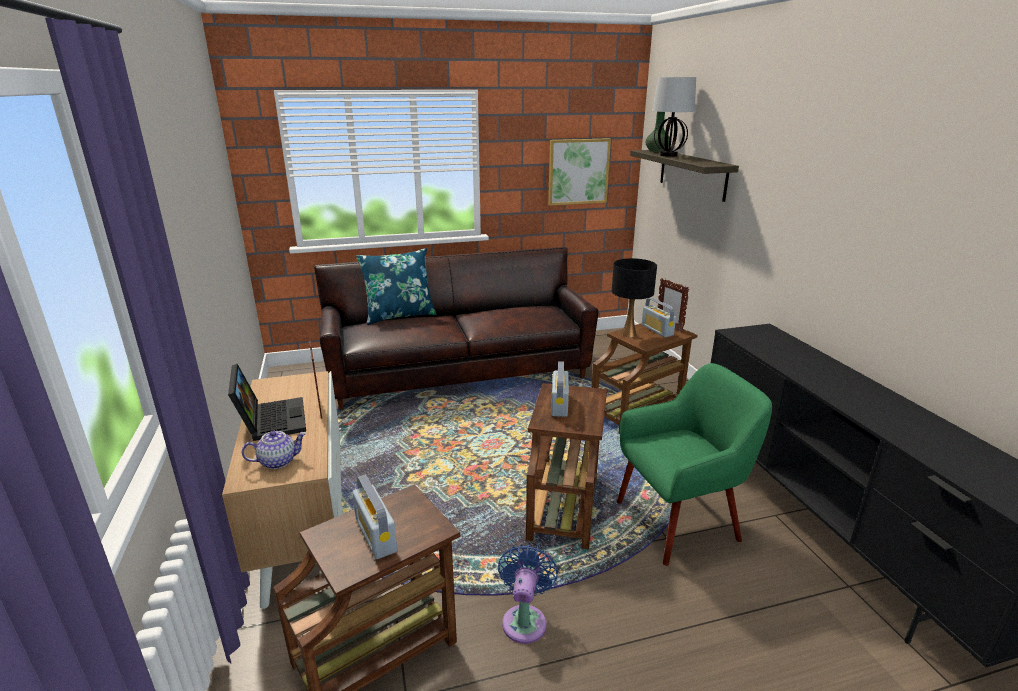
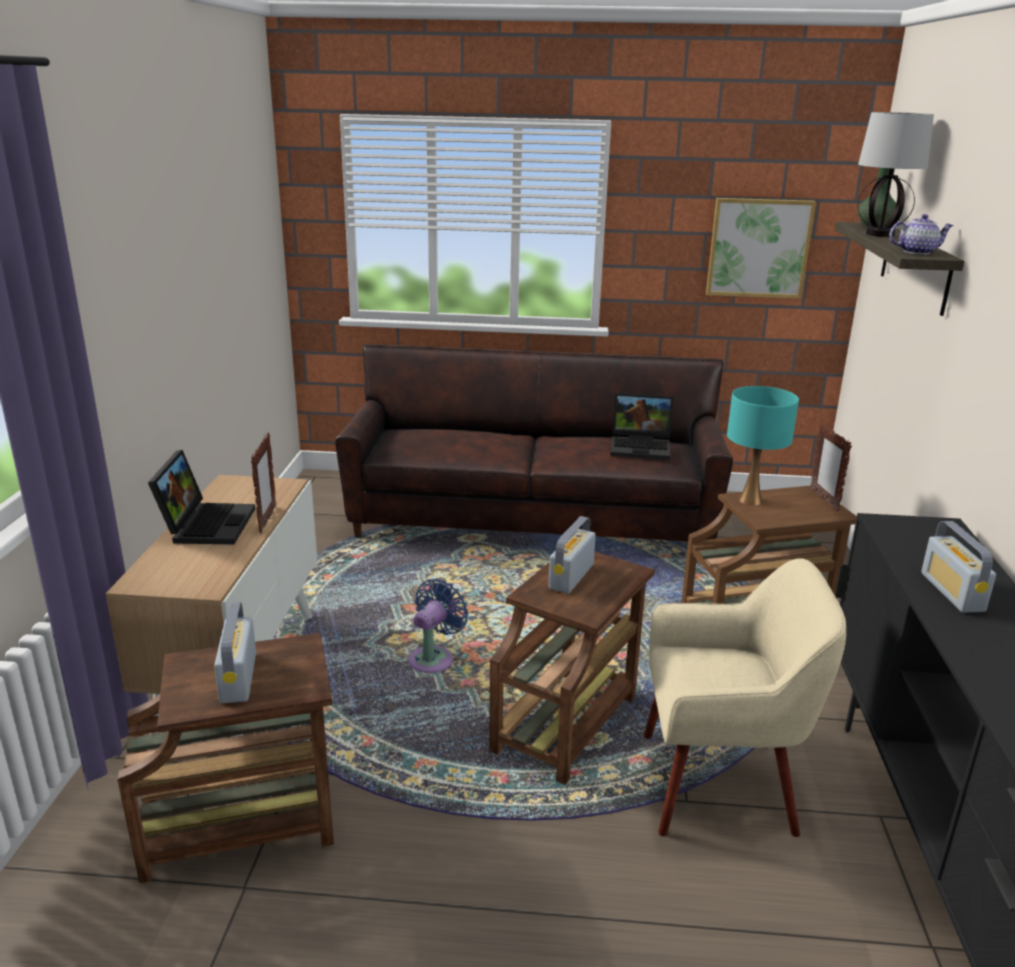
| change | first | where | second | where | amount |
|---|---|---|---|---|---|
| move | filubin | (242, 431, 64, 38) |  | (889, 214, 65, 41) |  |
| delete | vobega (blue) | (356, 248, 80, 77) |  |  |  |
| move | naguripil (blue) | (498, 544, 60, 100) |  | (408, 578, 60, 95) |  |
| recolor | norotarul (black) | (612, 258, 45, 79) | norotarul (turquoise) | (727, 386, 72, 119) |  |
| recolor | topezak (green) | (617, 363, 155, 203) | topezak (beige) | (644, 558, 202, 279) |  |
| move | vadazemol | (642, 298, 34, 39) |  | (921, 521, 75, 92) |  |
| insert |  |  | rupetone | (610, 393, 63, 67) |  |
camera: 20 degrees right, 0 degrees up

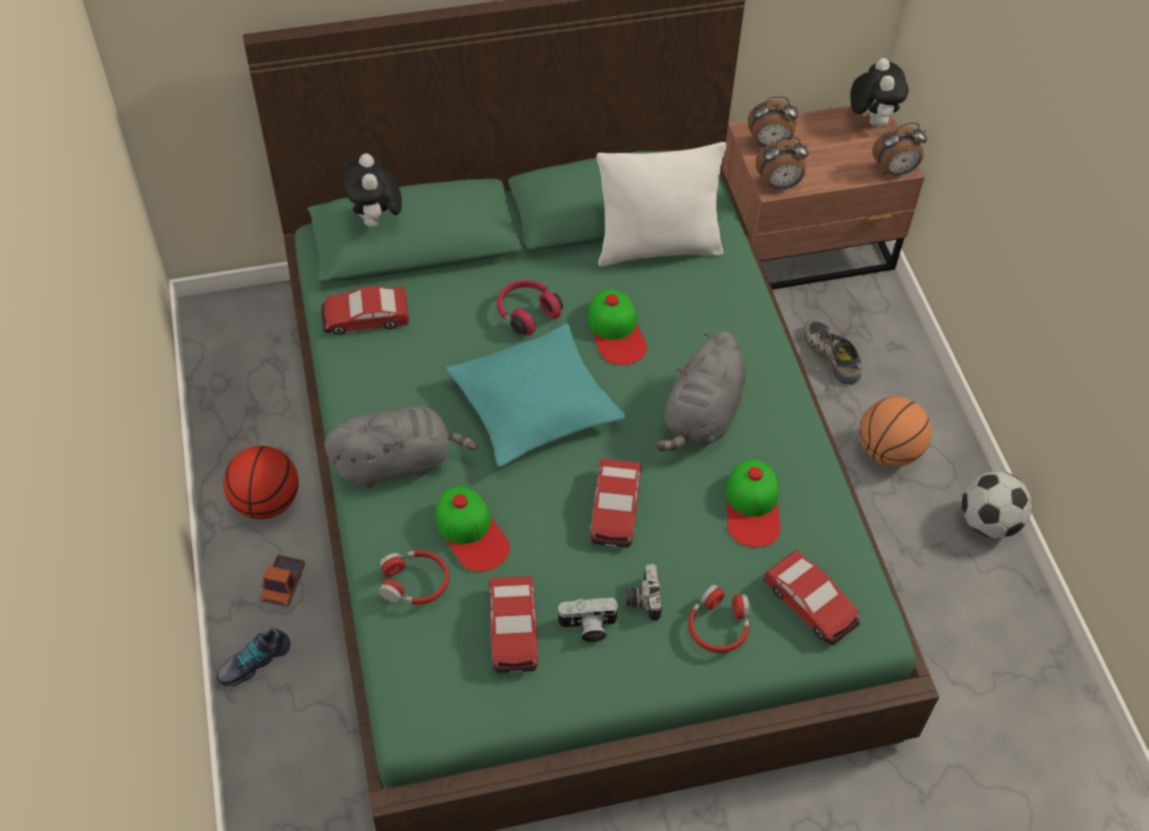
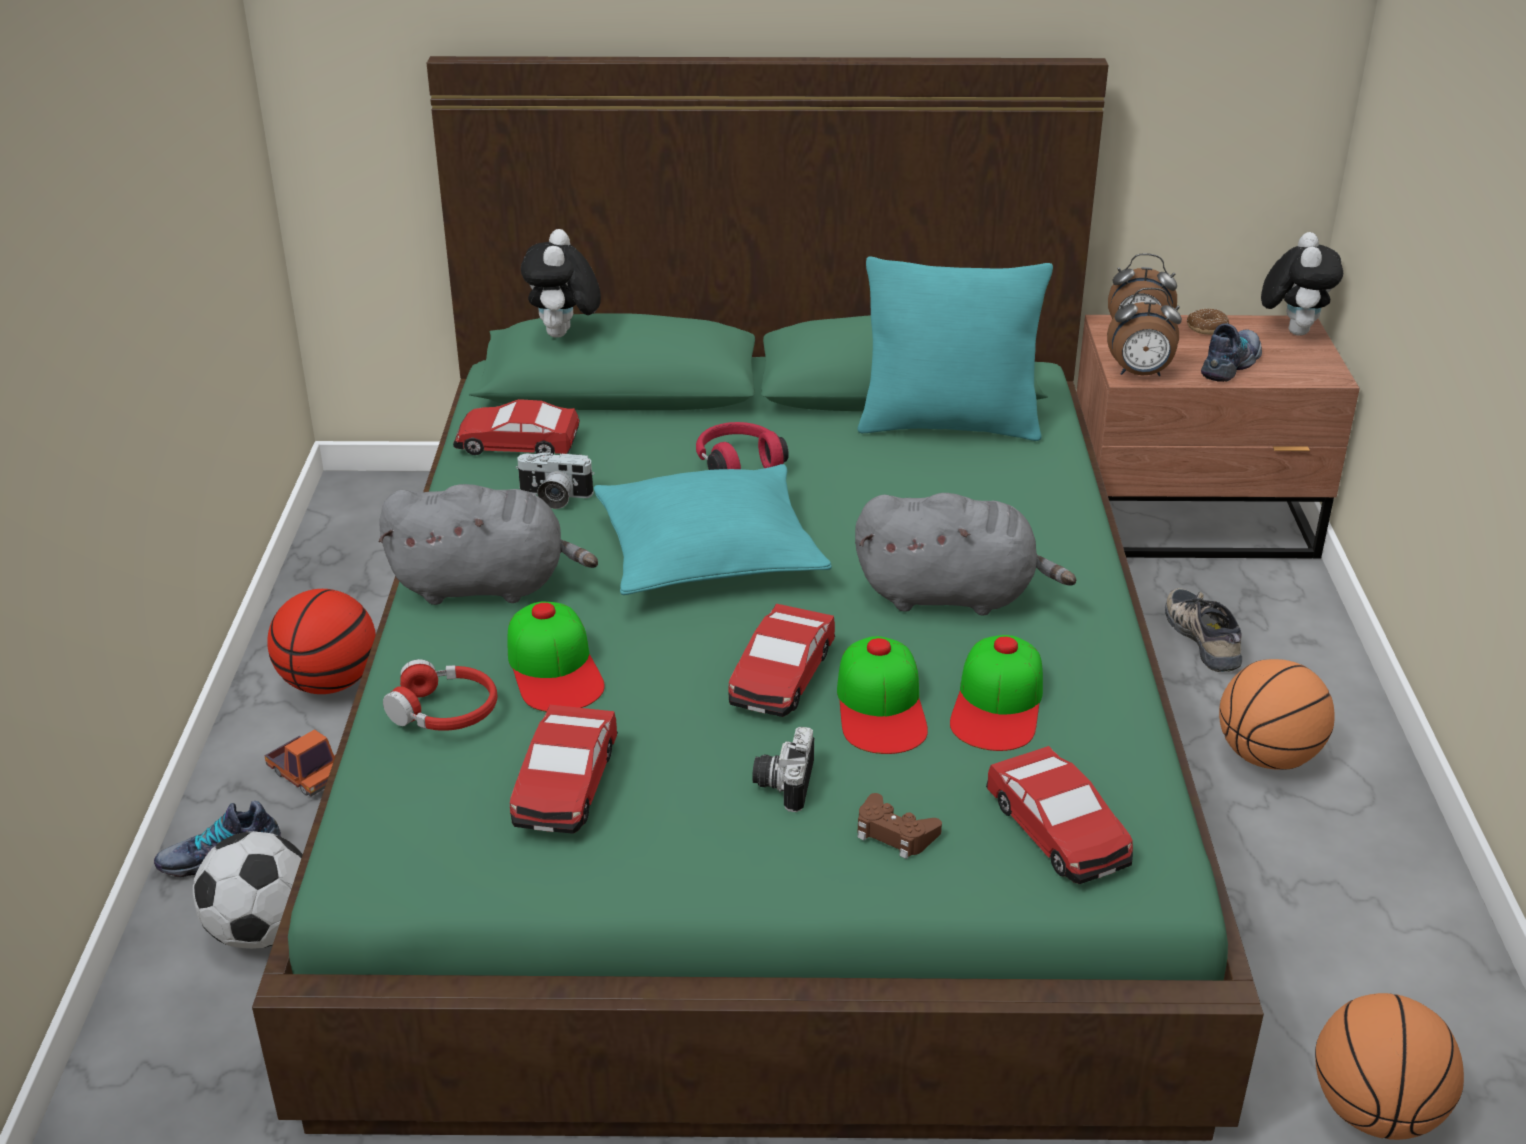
| change | first | where | second | where | amount |
|---|---|---|---|---|---|
| rotate | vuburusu | (260, 555, 45, 52) |  | (264, 729, 72, 68) | 75 degrees counterclockwise |
| move | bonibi | (556, 597, 64, 46) |  | (516, 452, 79, 57) |  |
| move | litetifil | (588, 289, 59, 76) |  | (837, 636, 91, 118) |  |
| recolor | vobega (white) | (597, 142, 130, 125) | vobega (turquoise) | (858, 256, 195, 185) |  |
| rotate | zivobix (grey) | (656, 331, 90, 120) |  | (855, 493, 221, 122) | 120 degrees counterclockwise |
| replace | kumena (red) | (688, 584, 62, 69) | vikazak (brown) | (857, 793, 85, 66) |  |
| delete | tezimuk | (872, 123, 55, 53) |  |  |  |
| move | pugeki | (962, 472, 70, 66) |  | (193, 831, 110, 118) |  |
| insert |  |  | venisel | (1187, 309, 42, 26) |  |
| insert |  |  | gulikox | (1201, 323, 61, 59) |  |
| insert |  |  | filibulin | (1315, 993, 149, 147) |  |
camera: 15 degrees right, 20 degrees down

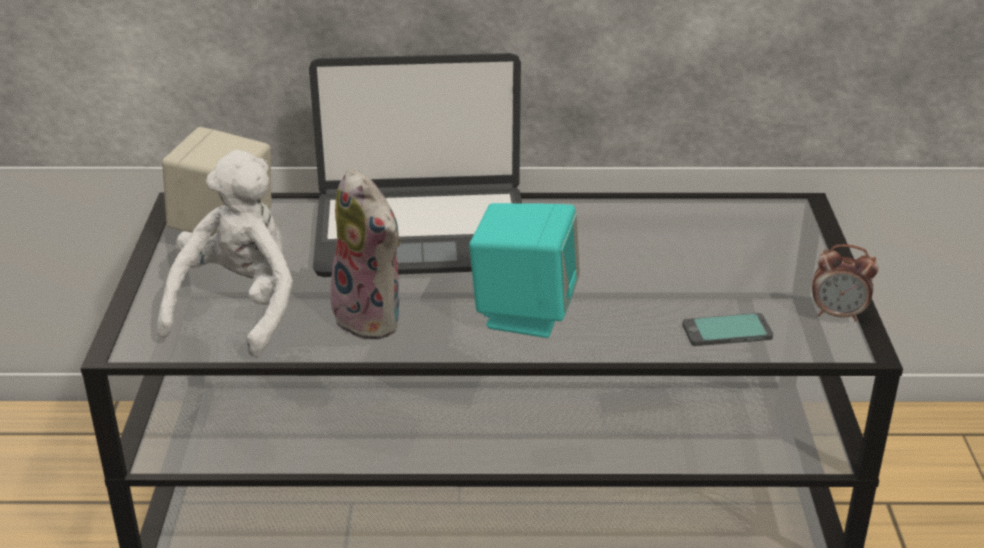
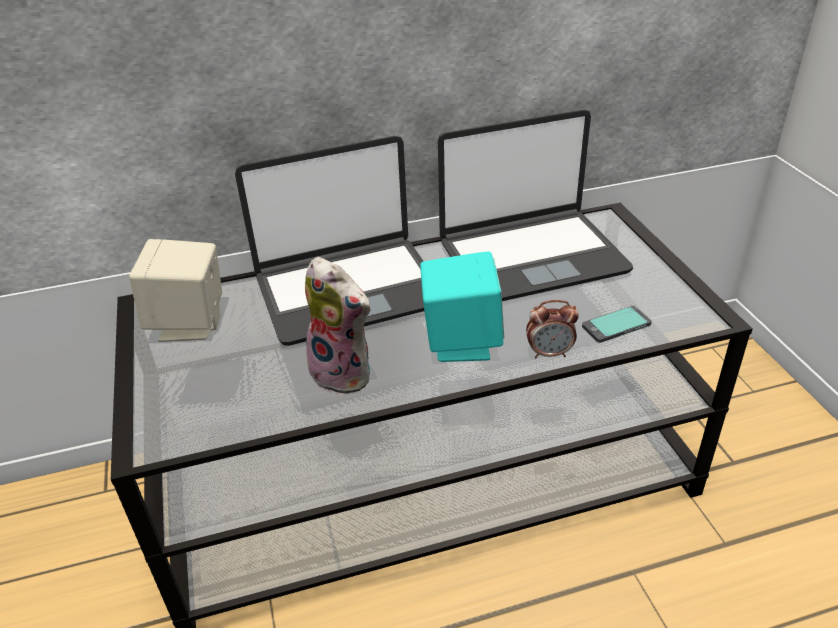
| change | first | where | second | where | amount |
|---|---|---|---|---|---|
| delete | zivobix (white) | (157, 150, 136, 208) |  |  |  |
| move | tezimuk | (812, 244, 67, 78) |  | (526, 300, 53, 58) |  |
| insert |  |  | rupetone | (438, 110, 195, 191) |  |
camera: 15 degrees left, 5 degrees up

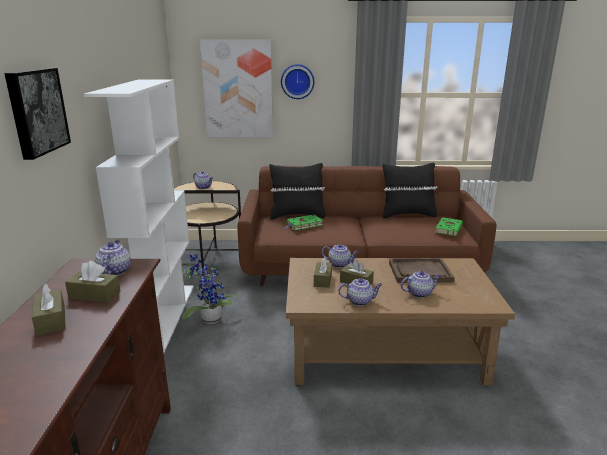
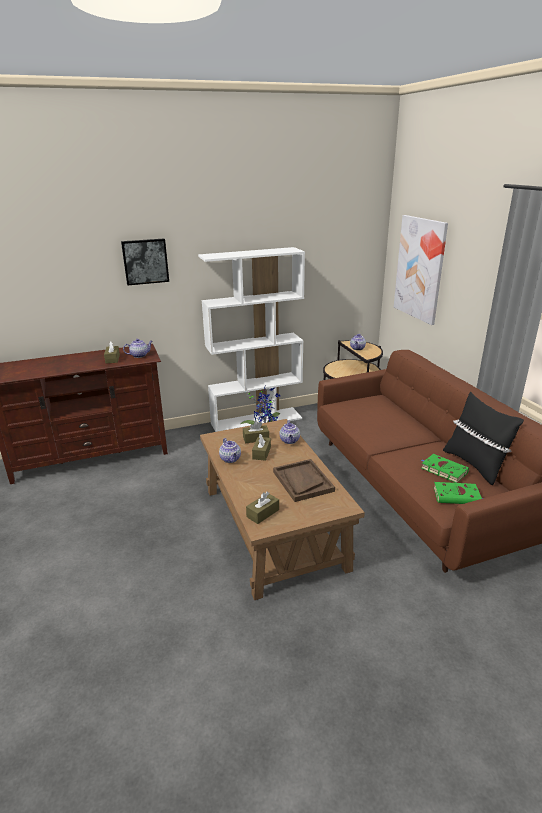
| change | first | where | second | where | amount |
|---|---|---|---|---|---|
| move | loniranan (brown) | (32, 284, 33, 52) |  | (246, 492, 33, 32) |  |
| delete | vobega (black) | (269, 163, 57, 56) |  |  |  |
| delete | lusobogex | (281, 64, 33, 35) |  |  |  |
| move | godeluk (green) | (284, 215, 39, 15) |  | (421, 454, 48, 29) |  |
| delete | filubin | (401, 271, 40, 27) |  |  |  |
camera: 70 degrees right, 5 degrees up

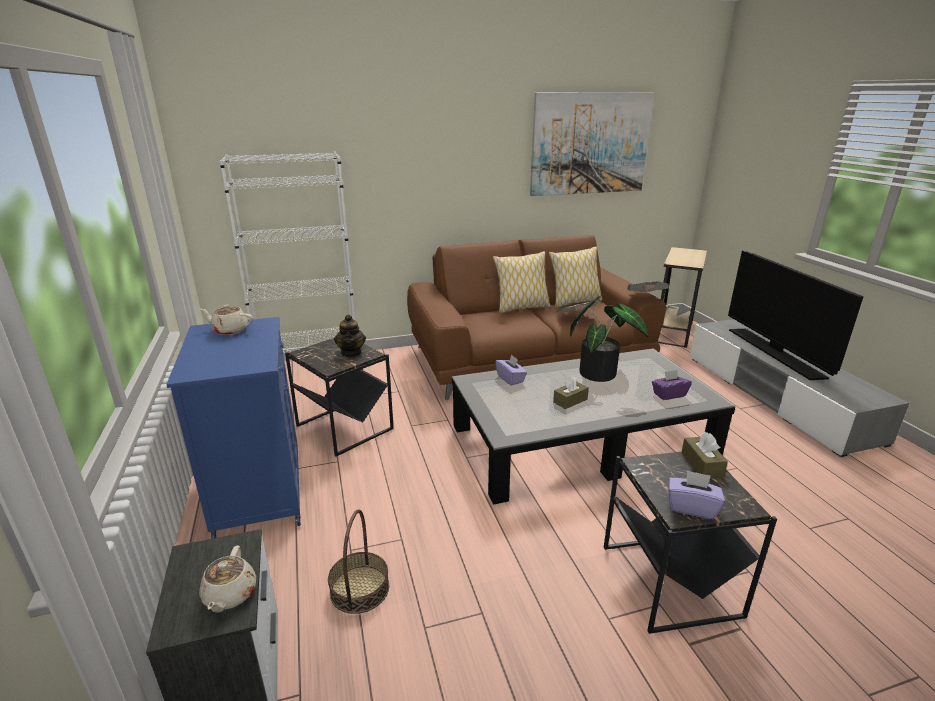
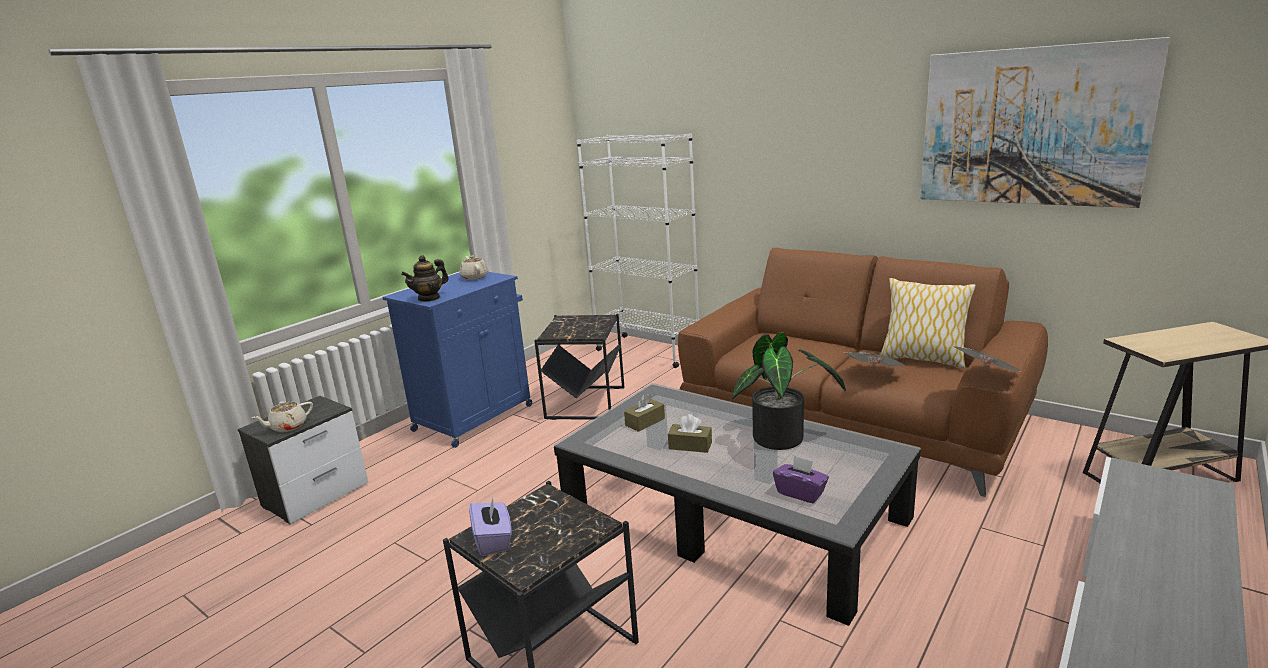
| change | first | where | second | where | amount |
|---|---|---|---|---|---|
| delete | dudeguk | (328, 509, 61, 105) |  |  |  |
| move | filubin | (334, 315, 32, 42) |  | (401, 255, 48, 47) |  |
| delete | vobega | (493, 251, 57, 62) |  |  |  |
| delete | loniranan (purple) | (495, 354, 32, 32) |  |  |  |
| move | loniranan (brown) | (681, 432, 47, 46) |  | (624, 393, 41, 39) |  |
| delete | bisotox | (728, 251, 136, 129) |  |  |  |
camera: 55 degrees right, 5 degrees down

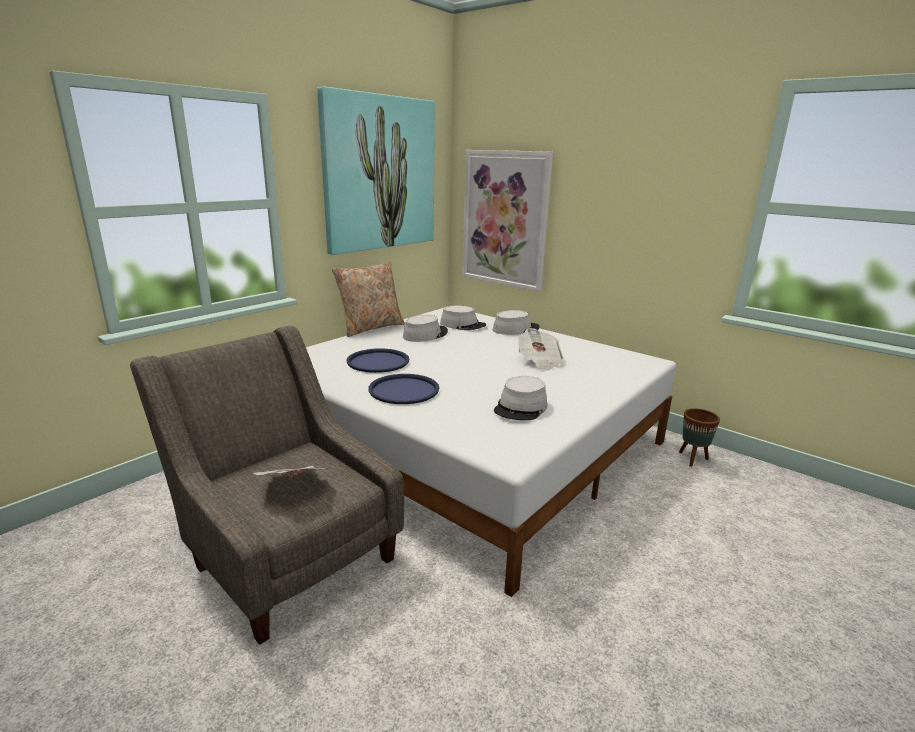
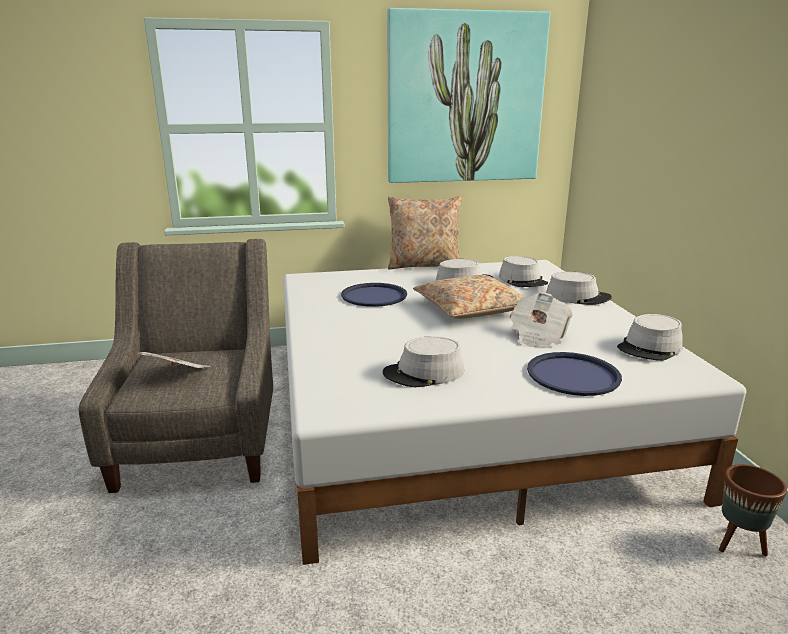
| change | first | where | second | where | amount |
|---|---|---|---|---|---|
| move | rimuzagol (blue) | (369, 374, 70, 30) |  | (527, 352, 95, 44) |  |
| delete | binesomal | (462, 150, 91, 142) |  |  |  |
| insert |  |  | vobega (beige) | (413, 275, 111, 44) |  |
| insert |  |  | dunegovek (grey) | (617, 314, 66, 47) |  |
camera: 40 degrees right, 0 degrees up

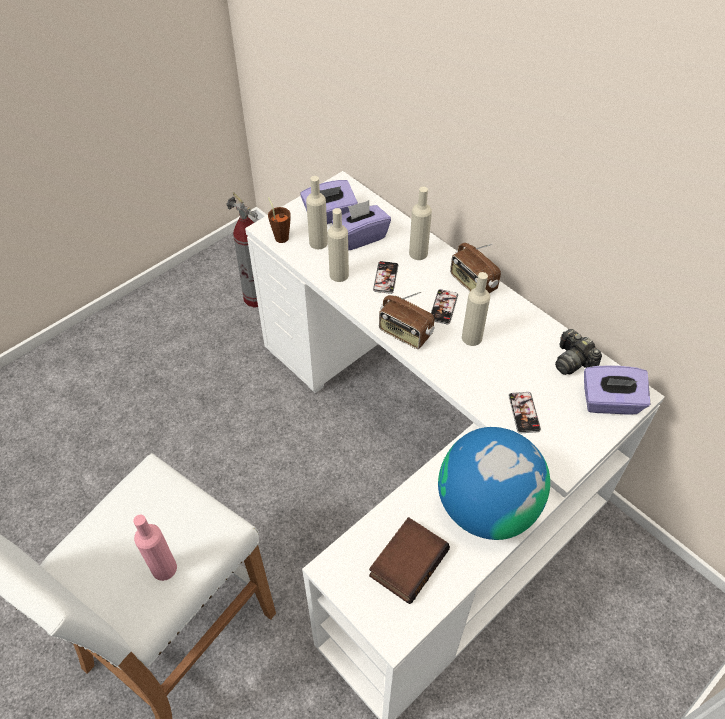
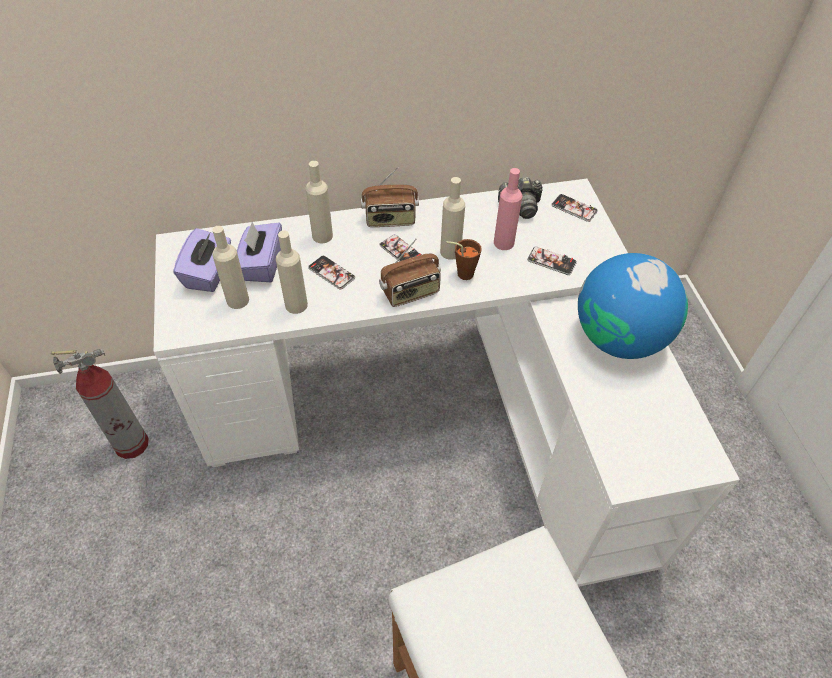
| change | first | where | second | where | amount |
|---|---|---|---|---|---|
| move | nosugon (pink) | (133, 514, 44, 67) |  | (494, 168, 28, 82) |  |
| move | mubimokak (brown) | (268, 197, 23, 46) |  | (446, 239, 36, 41) |  |
| delete | godeluk | (369, 517, 81, 87) |  |  |  |
| replace | loniranan (purple) | (584, 366, 66, 49) | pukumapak | (551, 194, 47, 28) |  |
camera: 60 degrees left, 0 degrees up

